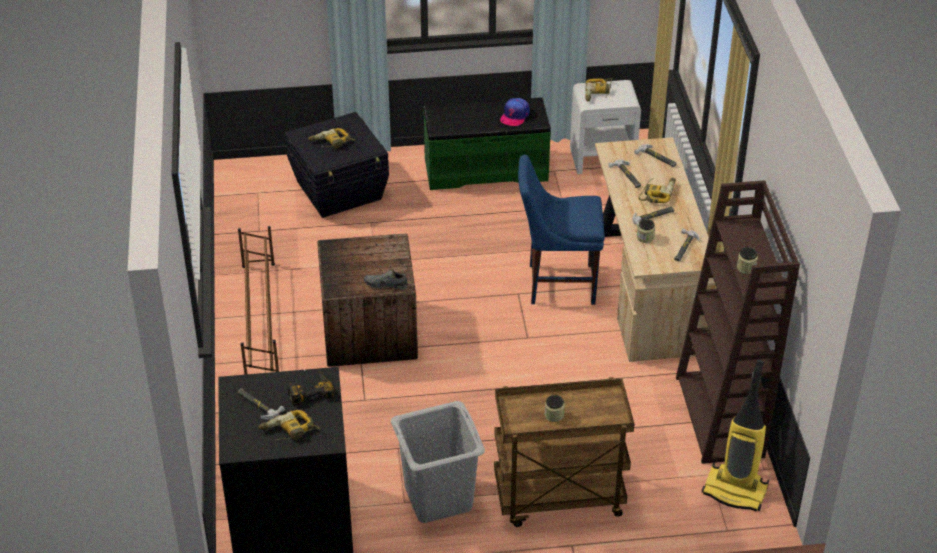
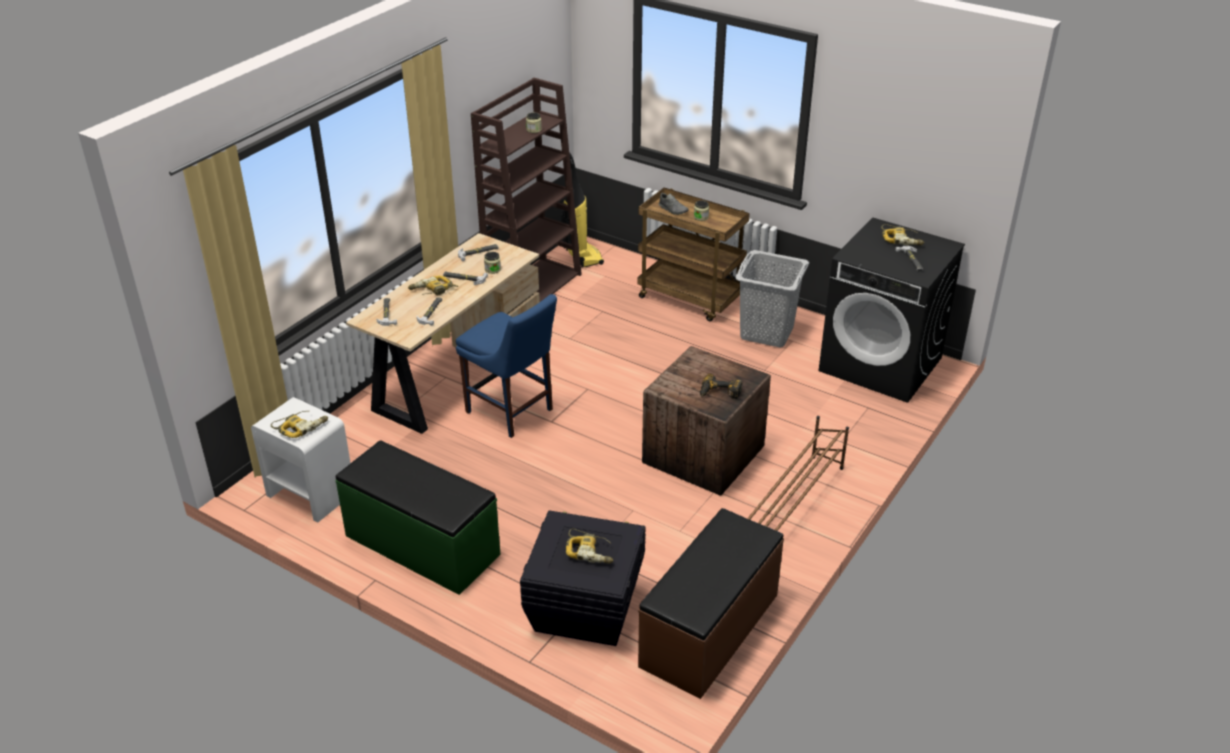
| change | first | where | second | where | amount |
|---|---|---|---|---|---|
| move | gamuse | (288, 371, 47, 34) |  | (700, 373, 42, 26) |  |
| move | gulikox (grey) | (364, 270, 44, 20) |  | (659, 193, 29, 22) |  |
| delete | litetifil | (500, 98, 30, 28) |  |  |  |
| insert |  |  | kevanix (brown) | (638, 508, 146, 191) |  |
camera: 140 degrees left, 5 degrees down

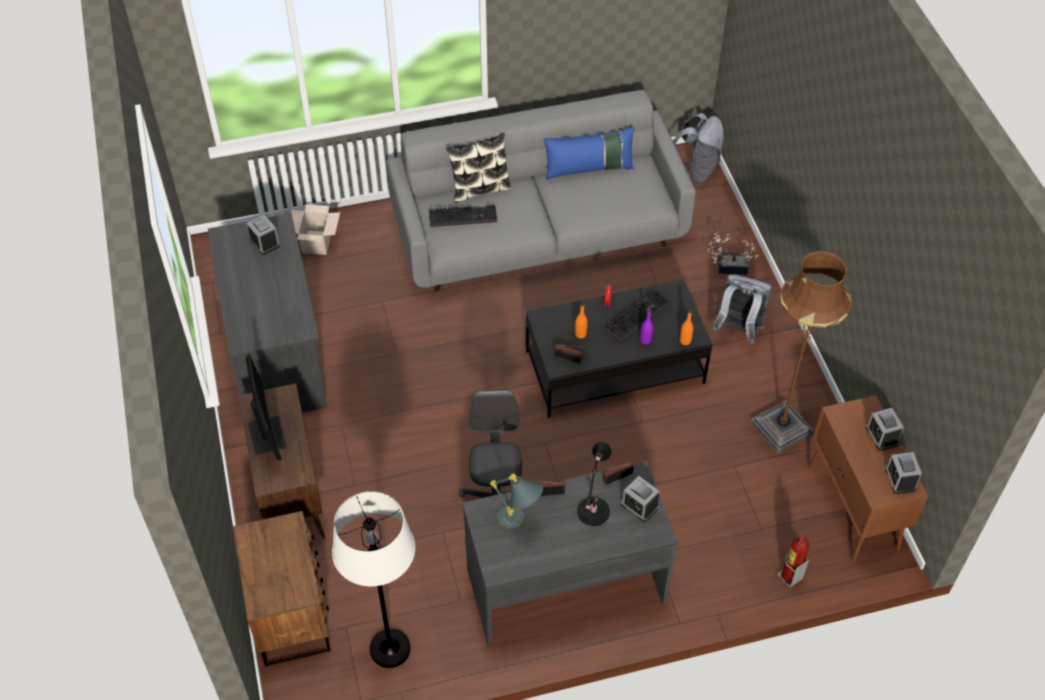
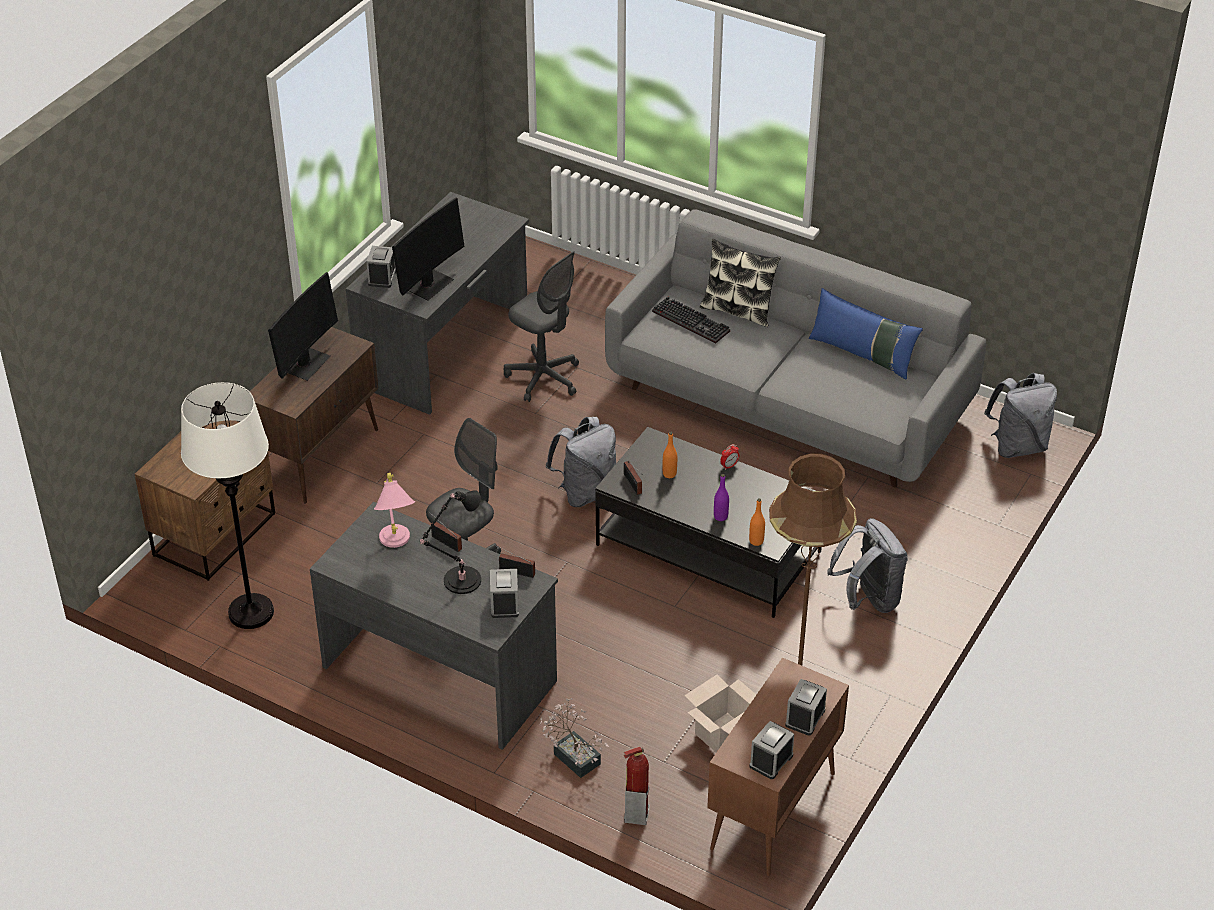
| change | first | where | second | where | amount |
|---|---|---|---|---|---|
| move | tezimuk | (246, 214, 34, 41) |  | (366, 246, 30, 42) |  |
| move | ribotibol | (291, 204, 49, 51) |  | (685, 675, 71, 77) |  |
| recolor | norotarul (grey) | (490, 473, 53, 56) | norotarul (pink) | (374, 473, 41, 75) |  |
| delete | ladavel | (605, 290, 64, 52) |  |  |  |
| move | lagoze | (708, 231, 50, 44) |  | (540, 698, 69, 80) |  |
| insert |  |  | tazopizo | (392, 198, 73, 102) |  |
| insert |  |  | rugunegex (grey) | (504, 251, 75, 151) |  |
| insert |  |  | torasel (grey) | (546, 417, 70, 90) |  |
camera: 45 degrees right, 10 degrees down

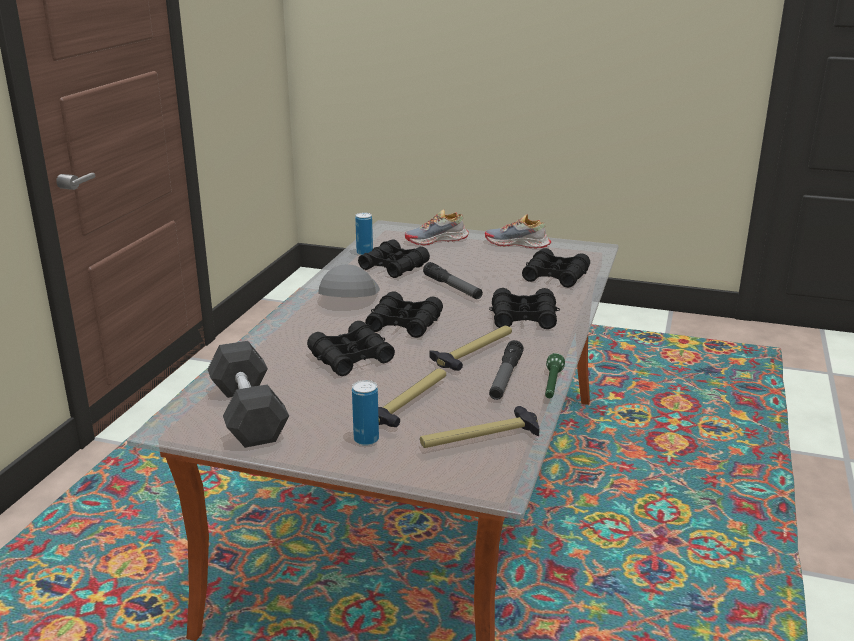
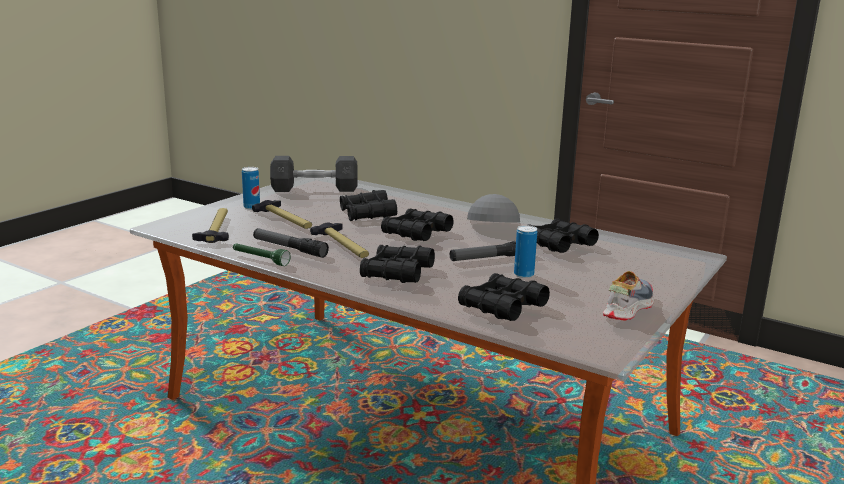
| change | first | where | second | where | amount |
|---|---|---|---|---|---|
| rotate | litetifil (grey) | (318, 264, 62, 33) |  | (467, 194, 53, 28) | 105 degrees counterclockwise |
| move | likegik | (355, 212, 18, 43) |  | (514, 225, 23, 53) |  |
| delete | gulikox | (405, 209, 64, 36) |  |  |  |
camera: 105 degrees right, 5 degrees down

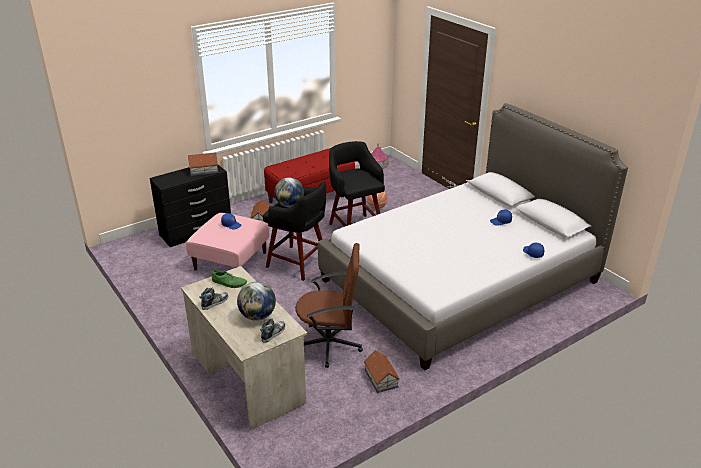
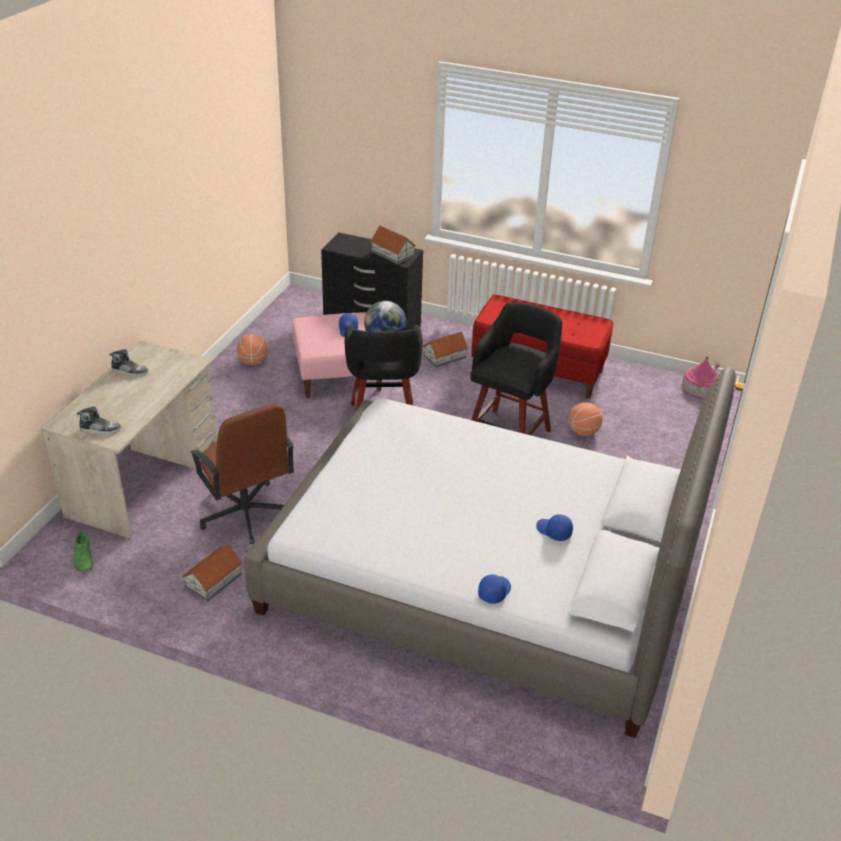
| change | first | where | second | where | amount |
|---|---|---|---|---|---|
| move | gulikox (green) | (212, 270, 35, 18) |  | (73, 531, 20, 41) |  |
| delete | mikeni | (237, 282, 39, 39) |  |  |  |
| insert |  |  | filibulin | (237, 334, 31, 31) |  |
camera: 55 degrees right, 5 degrees up

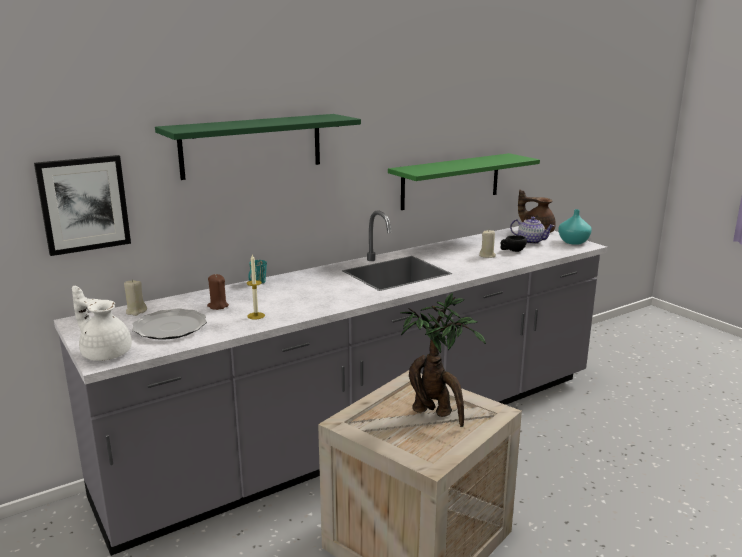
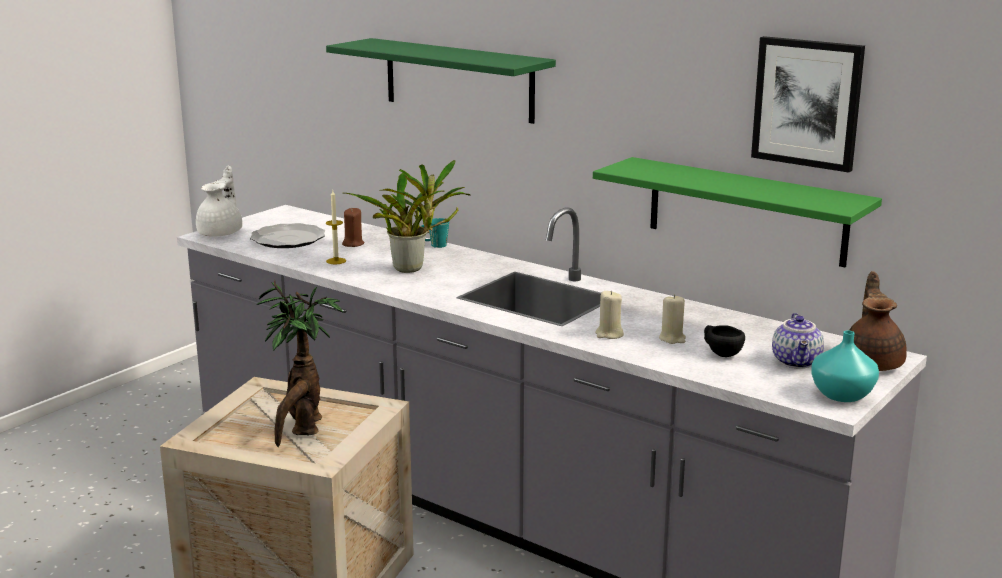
| change | first | where | second | where | amount |
|---|---|---|---|---|---|
| move | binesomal | (34, 155, 97, 101) |  | (751, 36, 114, 136) |  |
| move | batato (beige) | (124, 279, 23, 37) |  | (595, 291, 29, 48) |  |
| insert |  |  | lagoze | (343, 160, 128, 113) |  |
camera: 70 degrees right, 0 degrees up

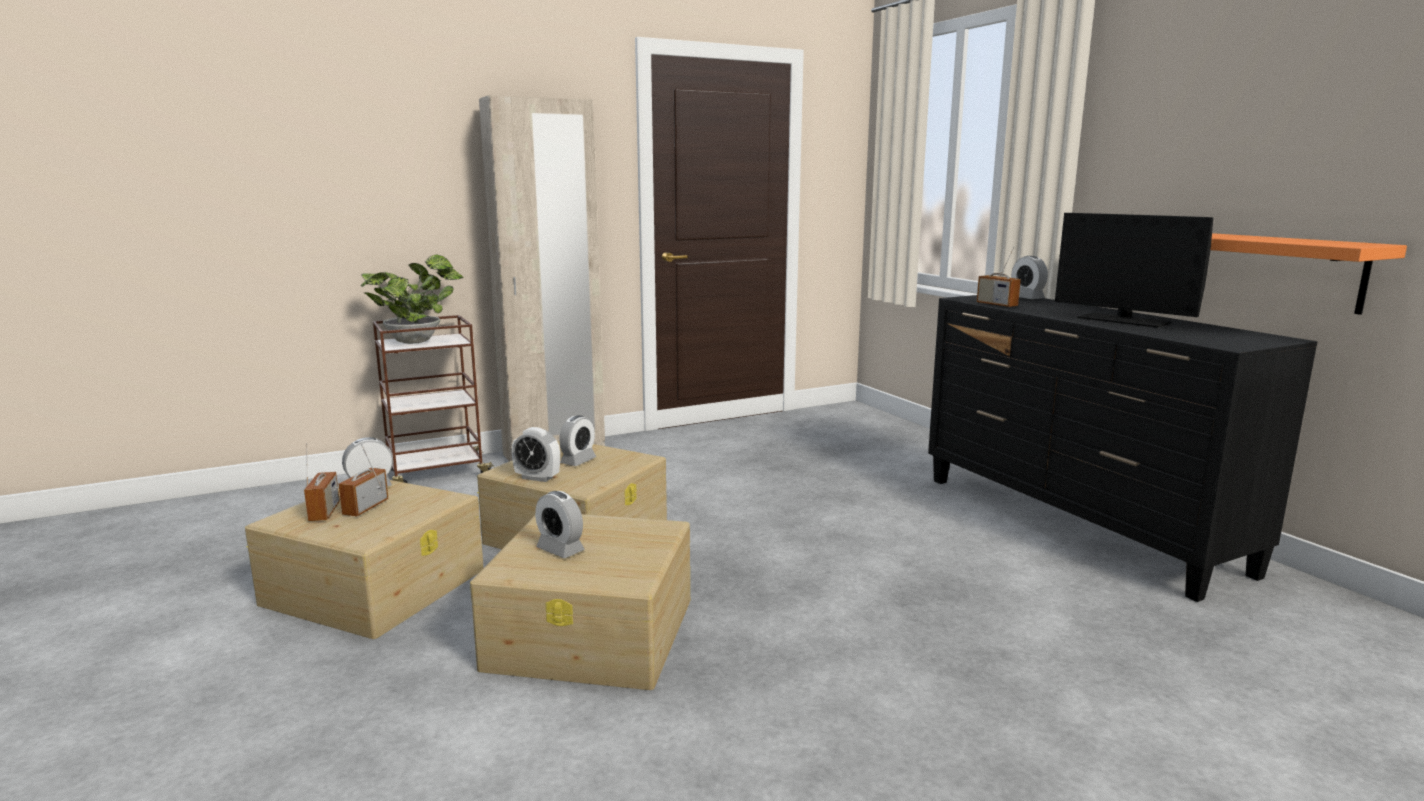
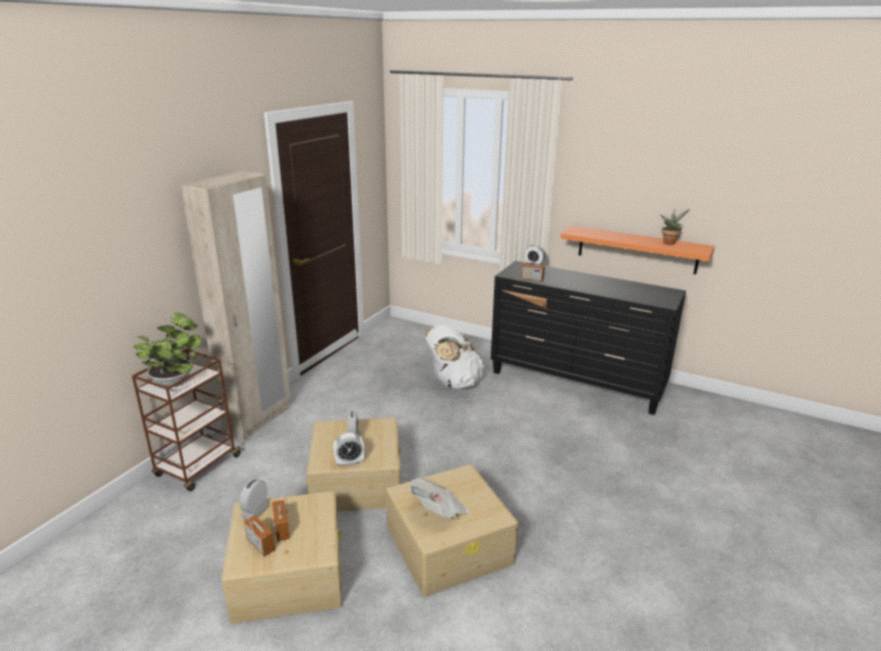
| change | first | where | second | where | amount |
|---|---|---|---|---|---|
| replace | tezimuk | (535, 491, 50, 67) | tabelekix | (408, 478, 62, 41) |  |
| delete | tazopizo | (1055, 213, 159, 115) |  |  |  |
| insert |  |  | torasel (white) | (425, 325, 59, 64) |  |
| insert |  |  | lagoze | (660, 209, 30, 36) |  |
camera: 35 degrees left, 10 degrees up

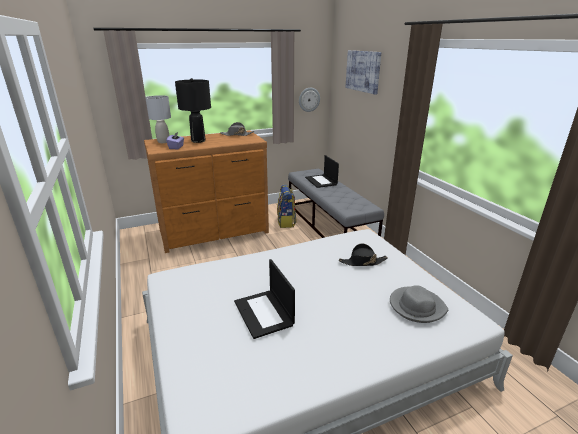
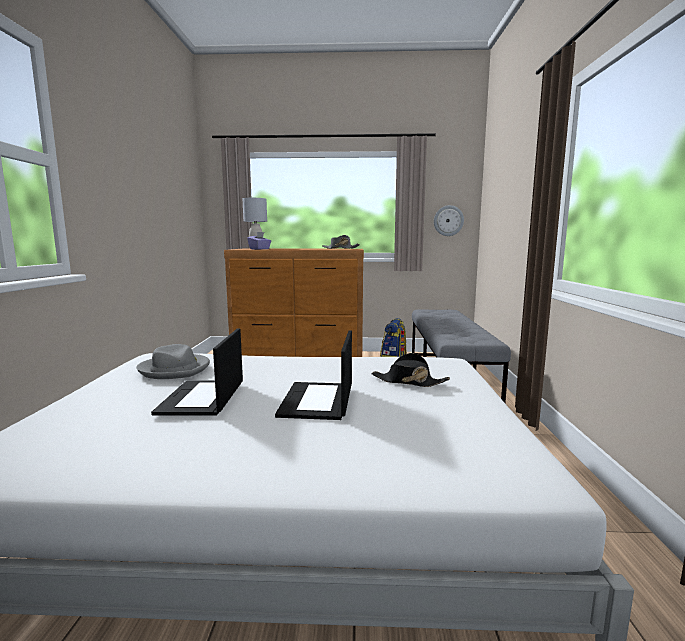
| change | first | where | second | where | amount |
|---|---|---|---|---|---|
| delete | norotarul (black) | (175, 78, 36, 65) |  |  |  |
| move | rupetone | (305, 155, 34, 33) |  | (275, 330, 77, 90) |  |
| delete | binesomal | (345, 50, 36, 44) |  |  |  |
| move | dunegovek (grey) | (390, 285, 58, 38) |  | (136, 344, 74, 35) |  |
camera: 25 degrees right, 15 degrees down

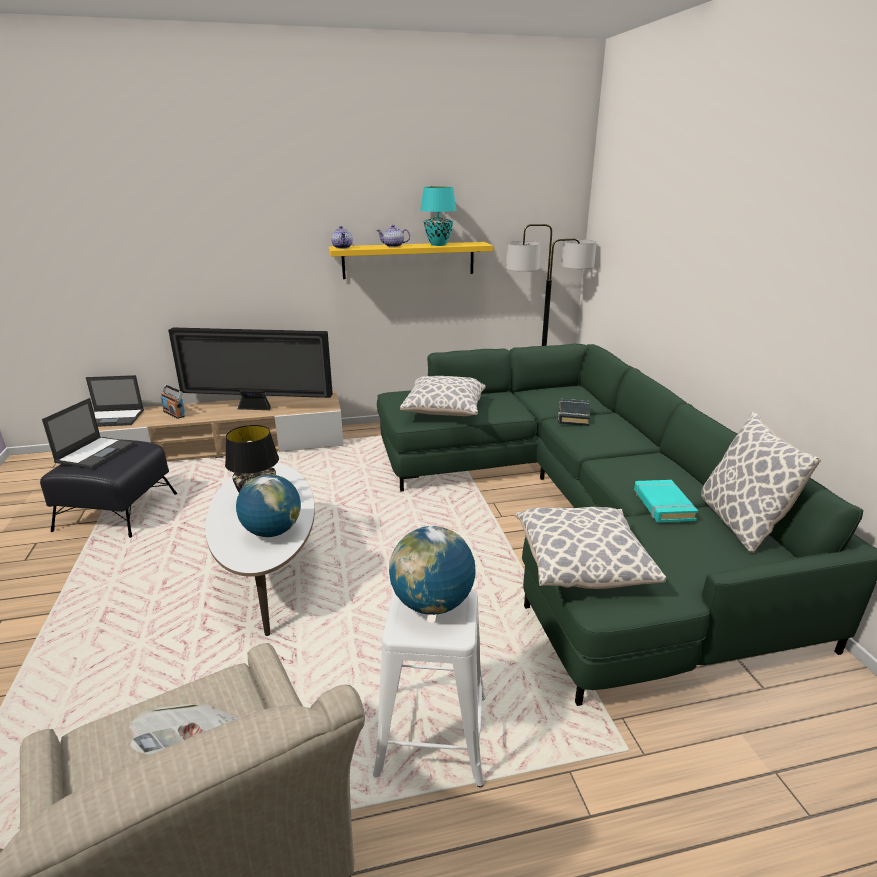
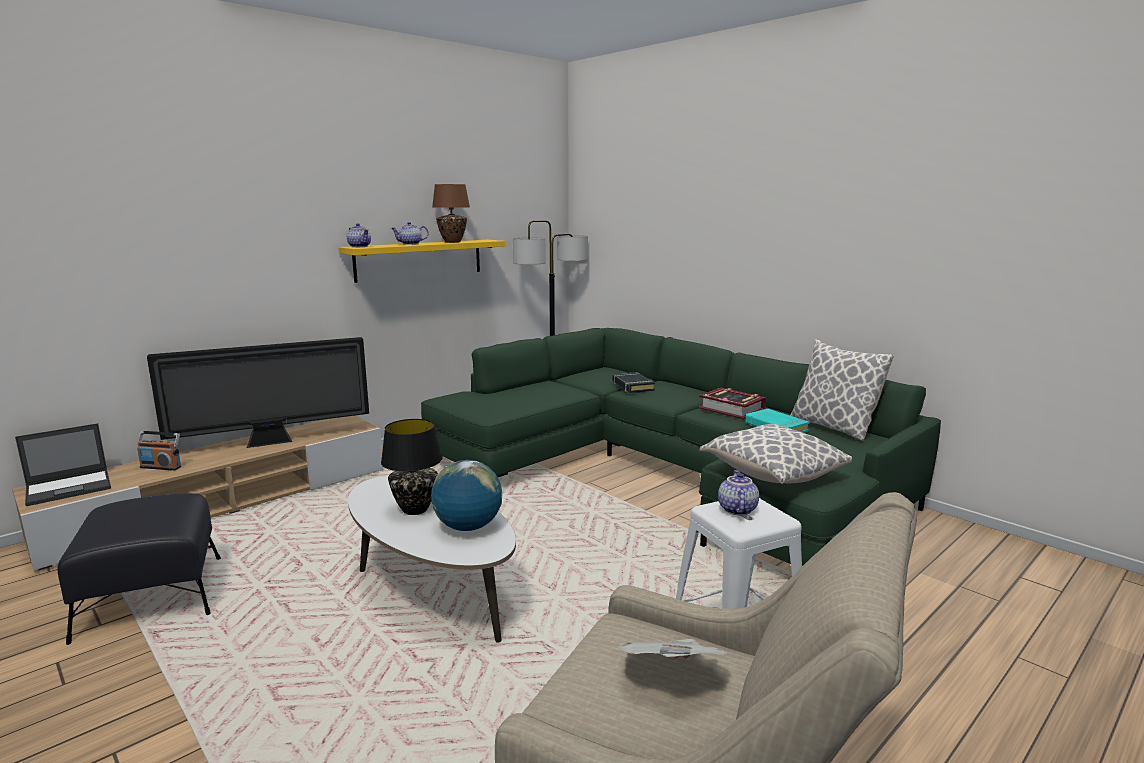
| change | first | where | second | where | amount |
|---|---|---|---|---|---|
| delete | rupetone | (42, 398, 93, 71) |  |  |  |
| replace | mikeni | (389, 526, 87, 89) | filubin | (718, 470, 41, 45) |  |
| delete | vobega | (400, 376, 86, 40) |  |  |  |
| recolor | norotarul (turquoise) | (420, 186, 37, 60) | norotarul (brown) | (432, 184, 38, 59) |  |
| insert |  |  | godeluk | (699, 388, 67, 31) |  |
camera: 30 degrees left, 10 degrees down

